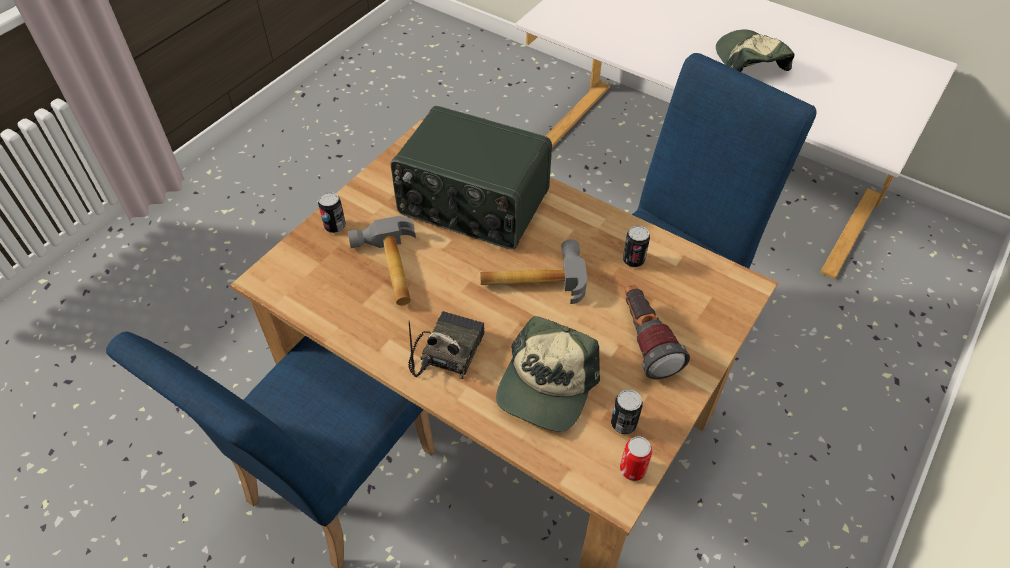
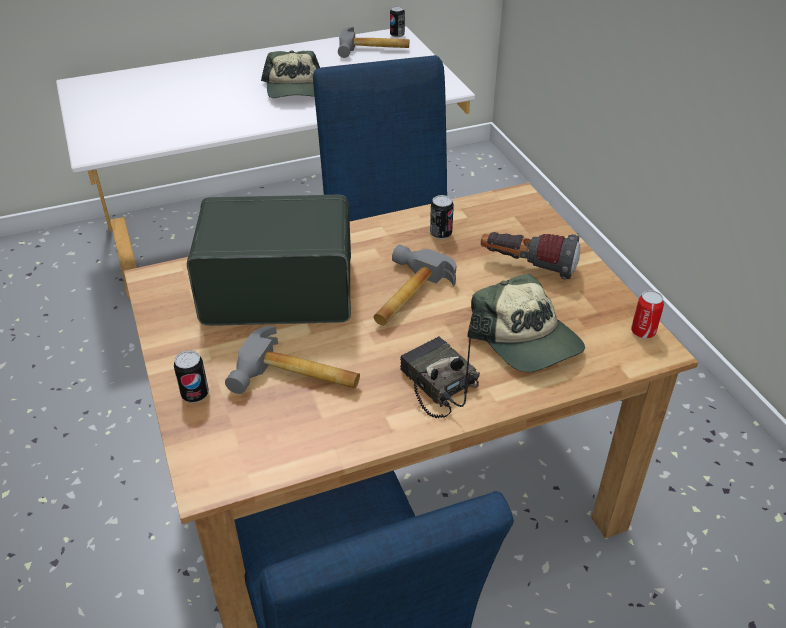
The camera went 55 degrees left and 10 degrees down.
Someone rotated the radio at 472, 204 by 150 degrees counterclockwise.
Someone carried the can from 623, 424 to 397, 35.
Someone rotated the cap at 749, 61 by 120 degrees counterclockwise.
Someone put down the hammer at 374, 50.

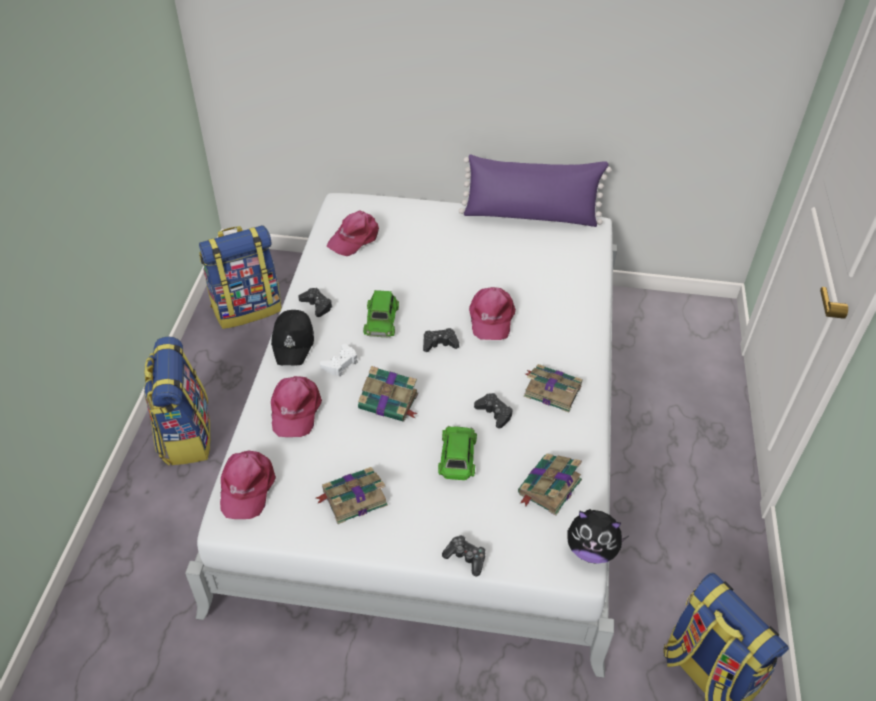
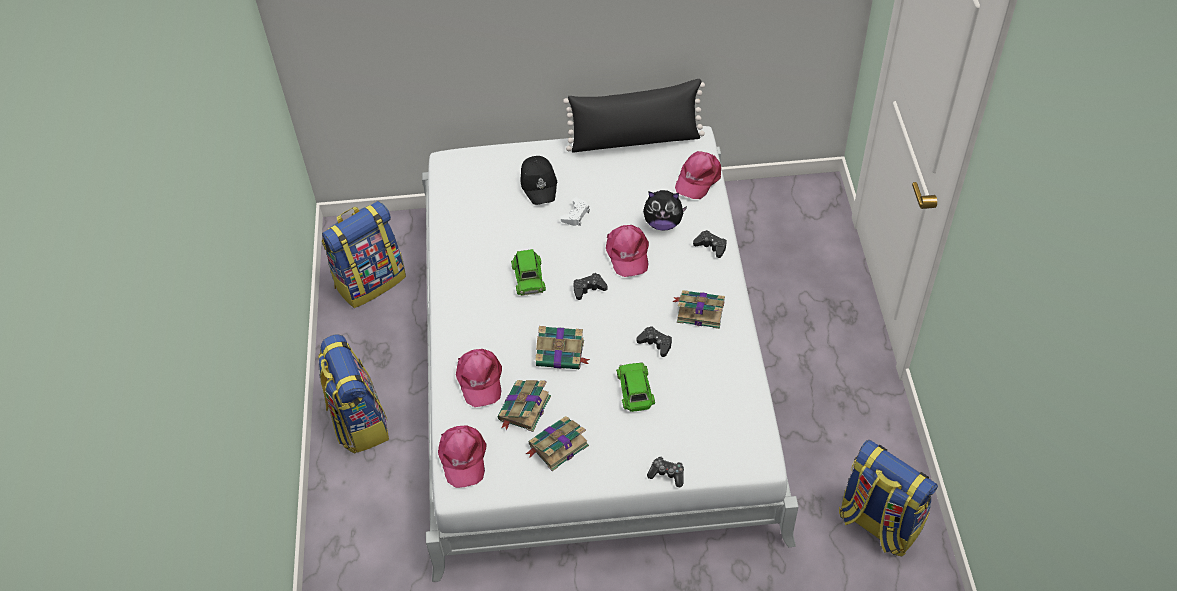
The camera went 10 degrees left and 5 degrees up.
Someone carried the black_cap from 294, 342 to 539, 184.
Someone carried the black_game_controller from 316, 305 to 711, 246.
Someone carried the white_game_controller from 340, 363 to 576, 215.
Someone carried the pink_cap from 355, 238 to 698, 178.
Someone repainted the purple_pillow at 531, 216, which became the black_pillow at 635, 140.
Someone carried the book from 548, 488 to 524, 409.
Someone carried the plush_toy from 591, 550 to 663, 223.

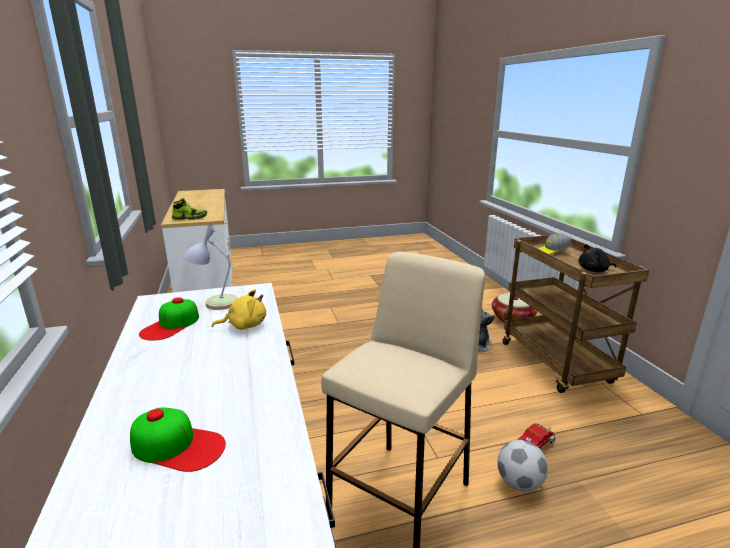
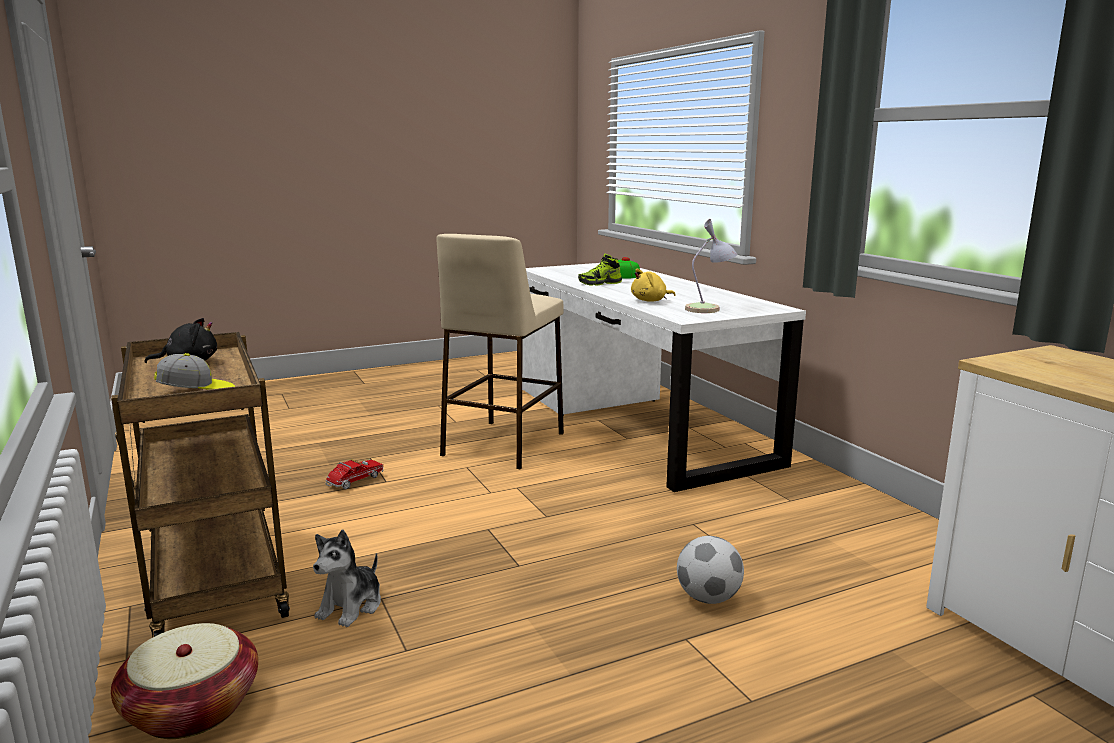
The camera went 170 degrees right and 5 degrees down.
Someone took away the cap at 171, 325.
Someone carried the shoe from 190, 218 to 600, 283.
Someone carried the football from 519, 483 to 708, 598.

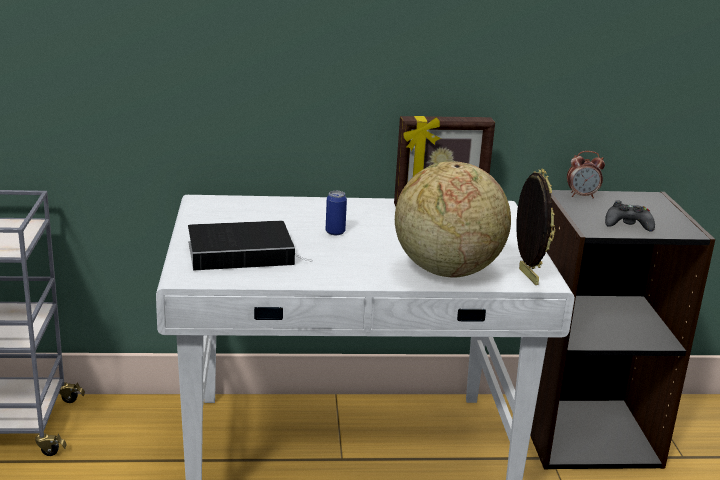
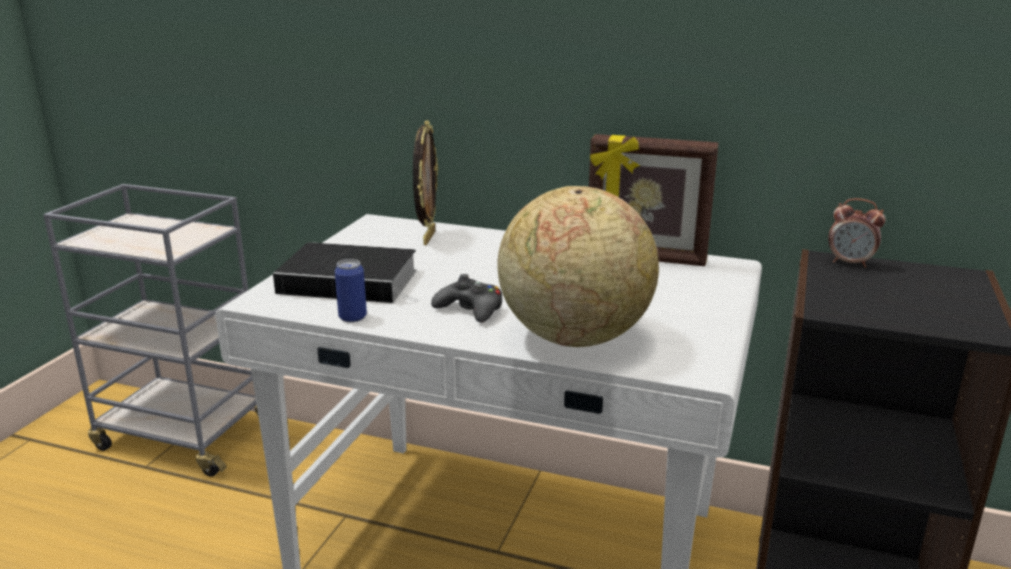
The camera went 25 degrees right and 0 degrees up.
Someone carried the can from 335, 232 to 352, 317.
Someone carried the picture_frame from 526, 276 to 427, 237.
Someone carried the black_game_controller from 628, 225 to 470, 310.

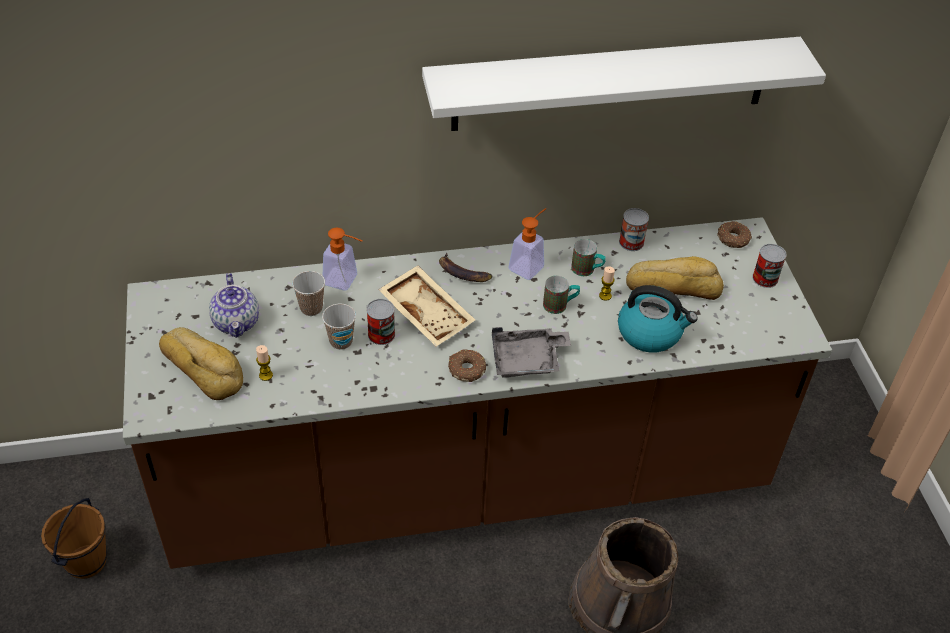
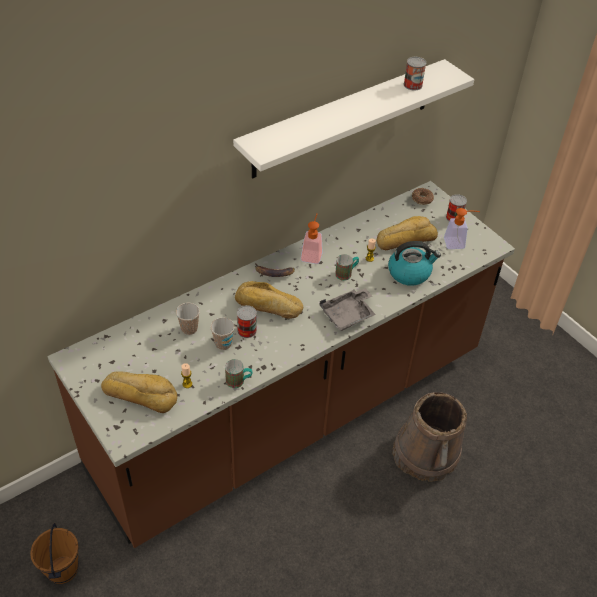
The camera went 25 degrees left and 0 degrees up.
Someone took away the teapot at 237, 322.
Someone carried the soap_dispenser from 346, 281 to 458, 243.
Someone swapped the beige_tray at 428, 313 for the bread at 268, 306.
Someone took away the donut at 466, 369.
Someone carried the mug from 587, 270 to 239, 381.
Someone carried the can from 631, 242 to 413, 85.

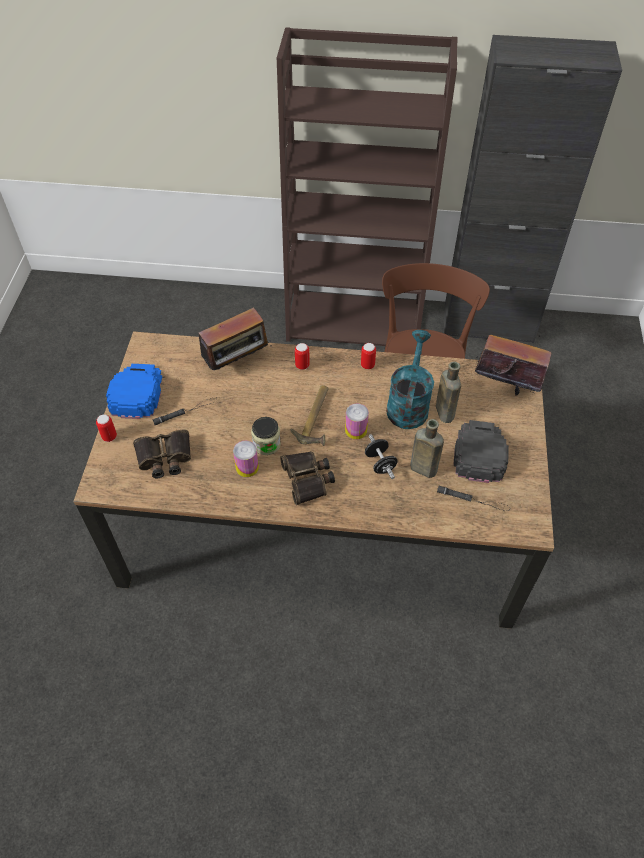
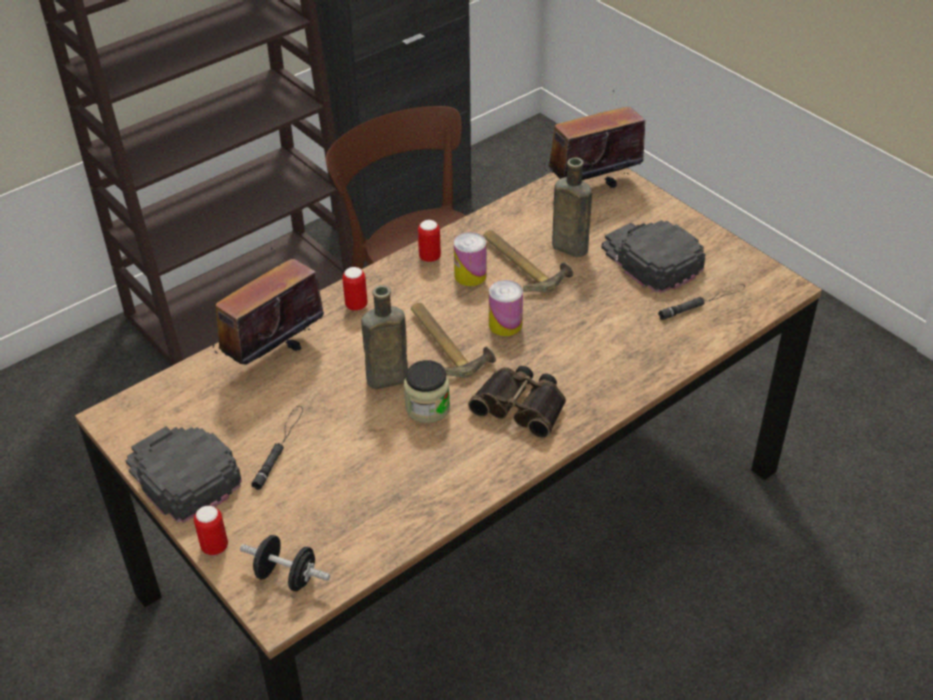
The camera went 45 degrees left and 10 degrees down.
Someone repainted the blue_cap at 136, 392, which became the black_cap at 181, 474.
Someone took away the binoculars at 164, 458.
Someone rotated the radio at 237, 363 by 150 degrees counterclockwise.
Someone carried the can from 247, 467 to 470, 275.
Someone carried the black_dumbbell from 380, 463 to 286, 576.
Someone swapped the turquoise_watering_can at 408, 403 for the hammer at 523, 264.
Someone carried the brown_bottle from 421, 468 to 384, 379.

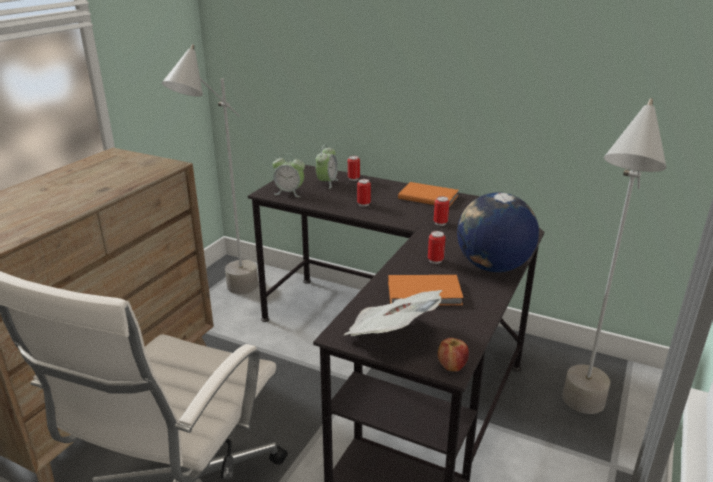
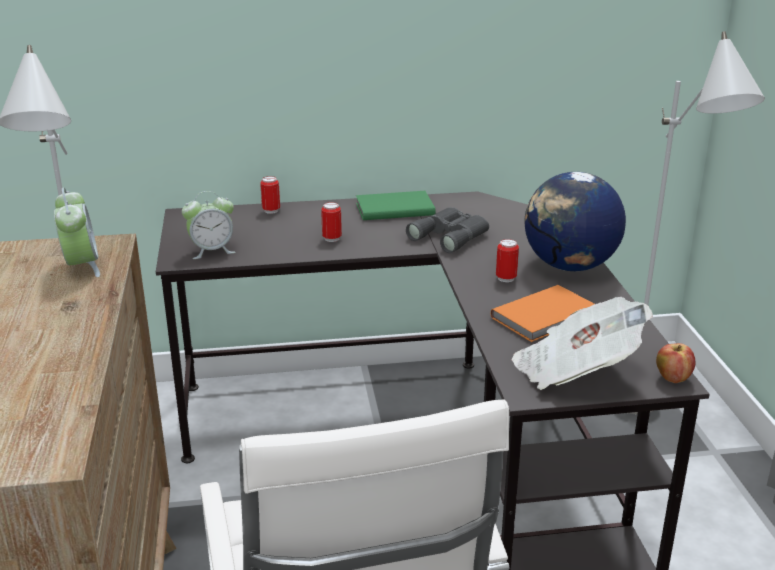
The camera went 35 degrees left and 0 degrees up.
Someone carried the alarm_clock from 327, 183 to 81, 267.
Someone repainted the orange_book at 428, 196, which became the green_book at 393, 208.
Someone swapped the can at 440, 223 for the grey_binoculars at 451, 235.

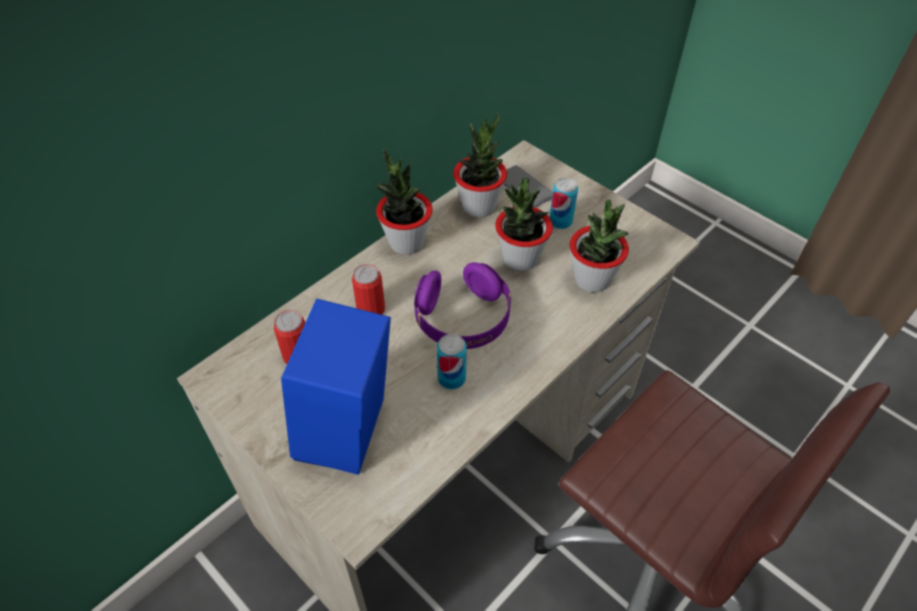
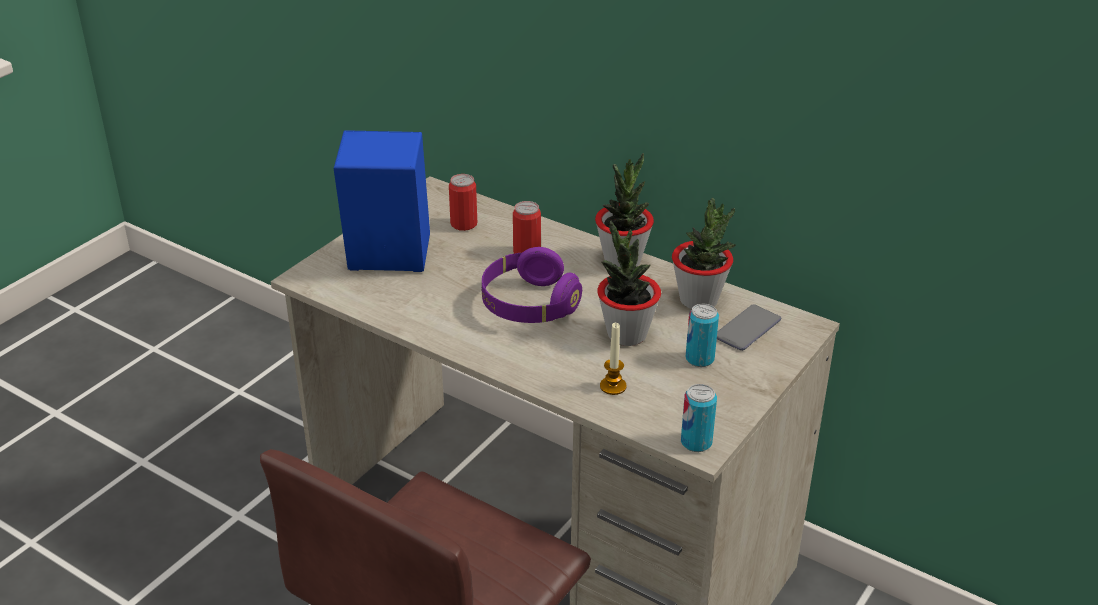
The camera went 80 degrees right and 15 degrees down.
Someone carried the can from 451, 378 to 696, 442.
Someone swapped the potted_plant at 592, 280 for the candle at 613, 386.

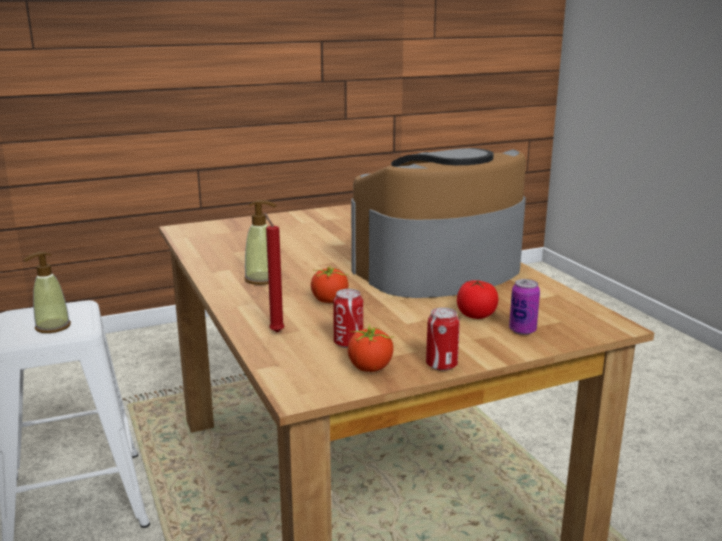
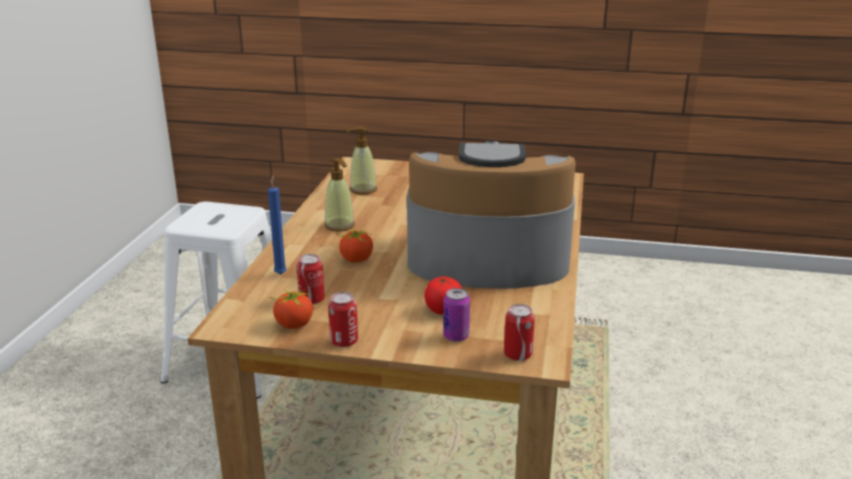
The camera went 35 degrees right and 5 degrees up.
Someone carried the soap_dispenser from 52, 327 to 363, 190.
Someone repainted the red_candle at 275, 331, which became the blue_candle at 281, 273.
Someone put down the can at 517, 355.

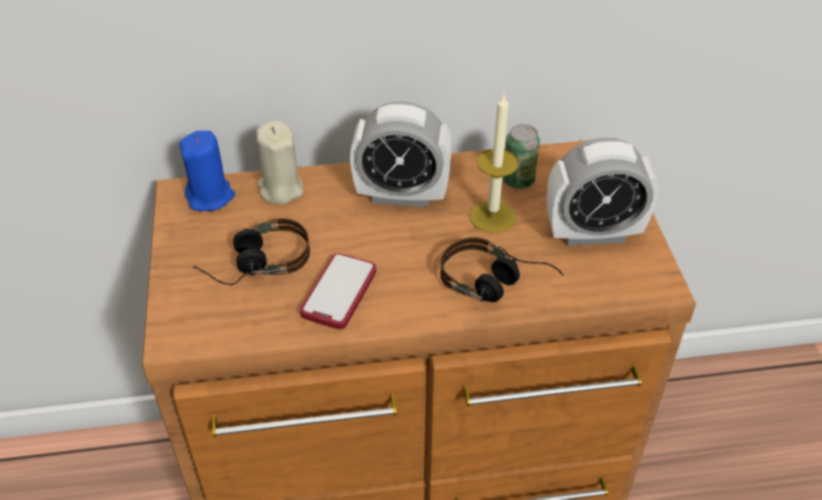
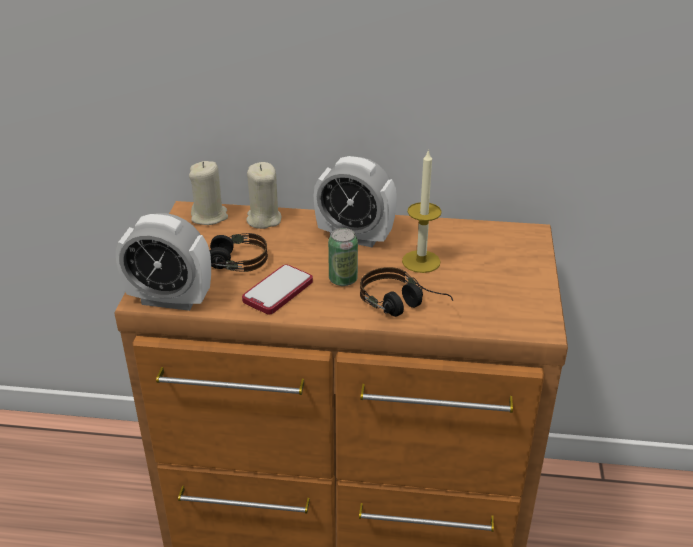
The camera went 15 degrees right and 10 degrees down.
Someone repainted the blue_candle at 210, 197, which became the beige_candle at 209, 216.
Someone carried the can from 518, 181 to 343, 279.
Someone carried the alarm_clock from 593, 233 to 170, 300.

